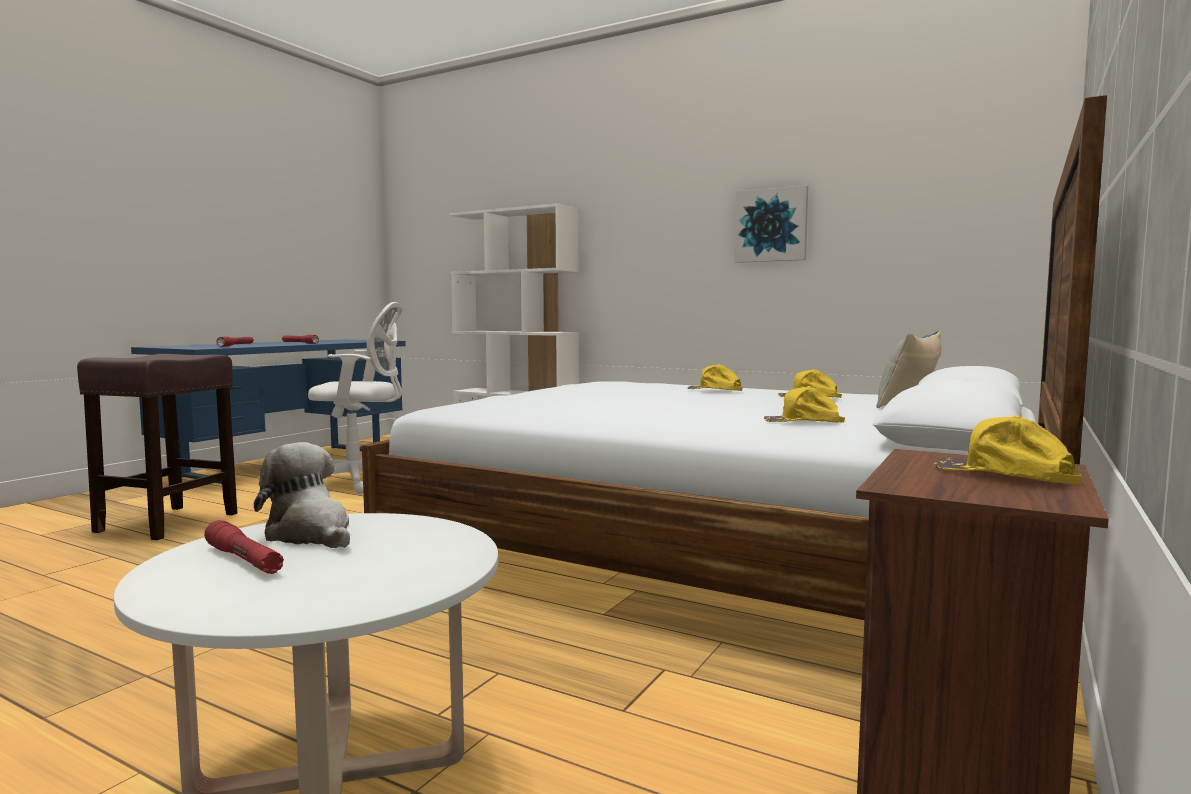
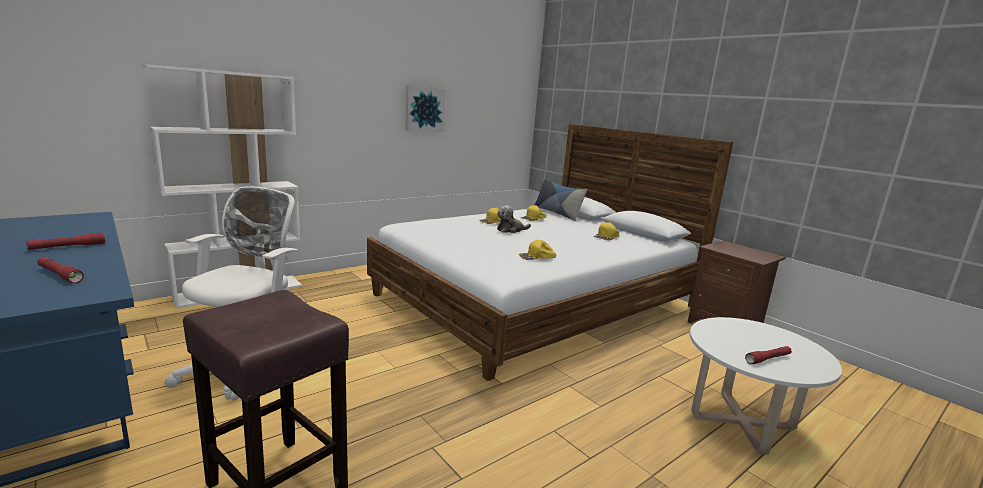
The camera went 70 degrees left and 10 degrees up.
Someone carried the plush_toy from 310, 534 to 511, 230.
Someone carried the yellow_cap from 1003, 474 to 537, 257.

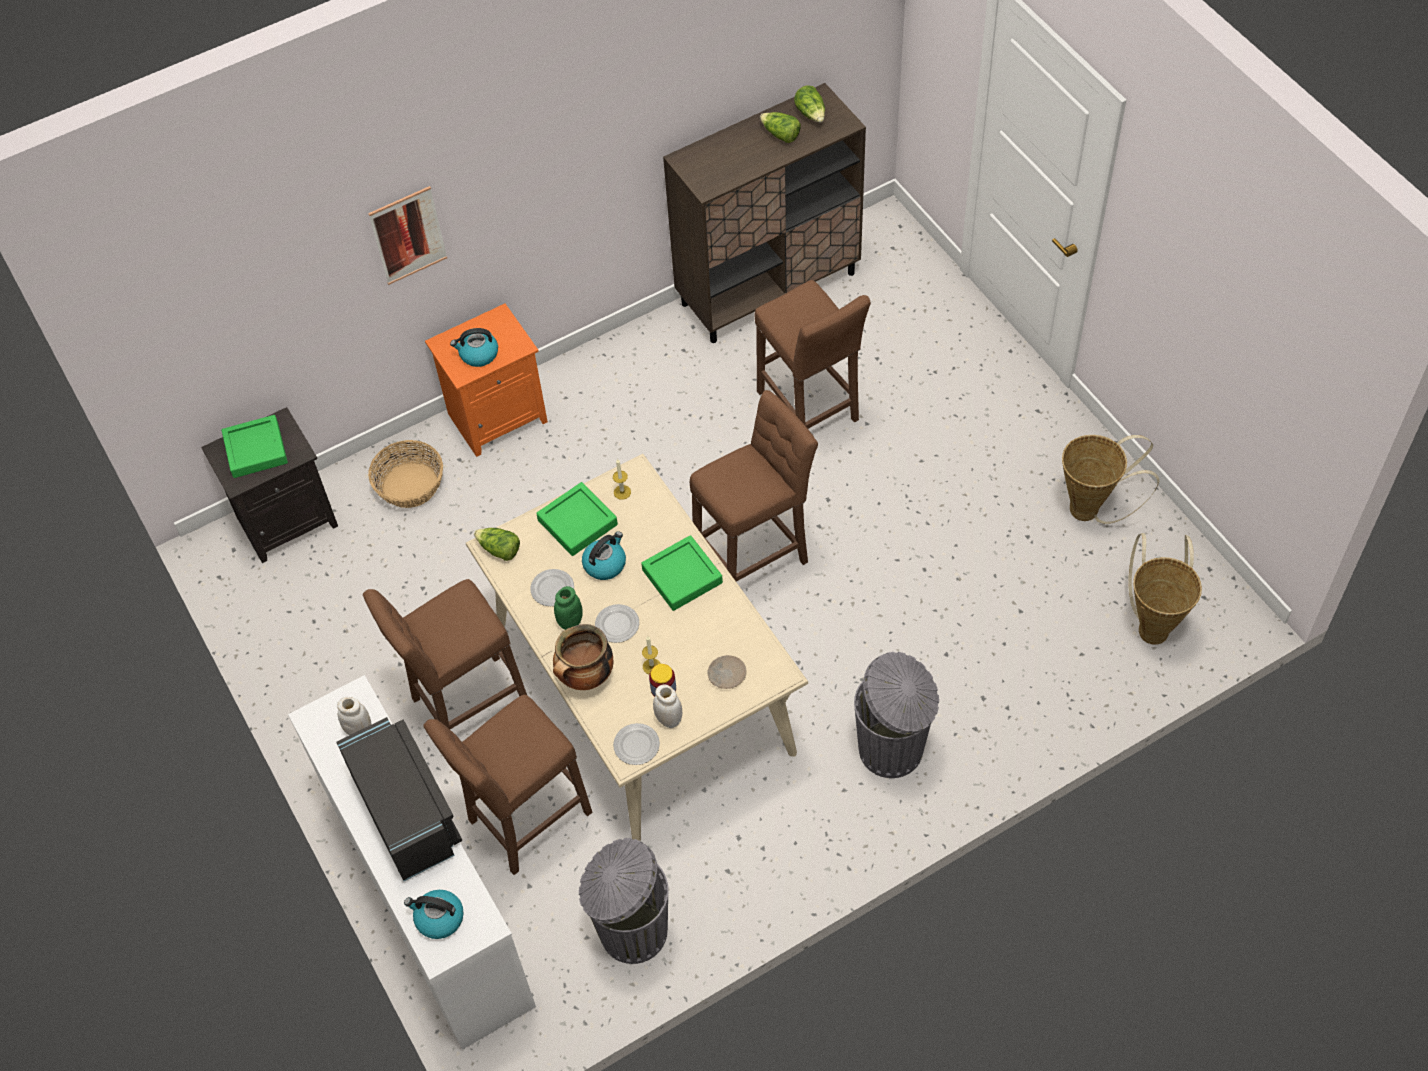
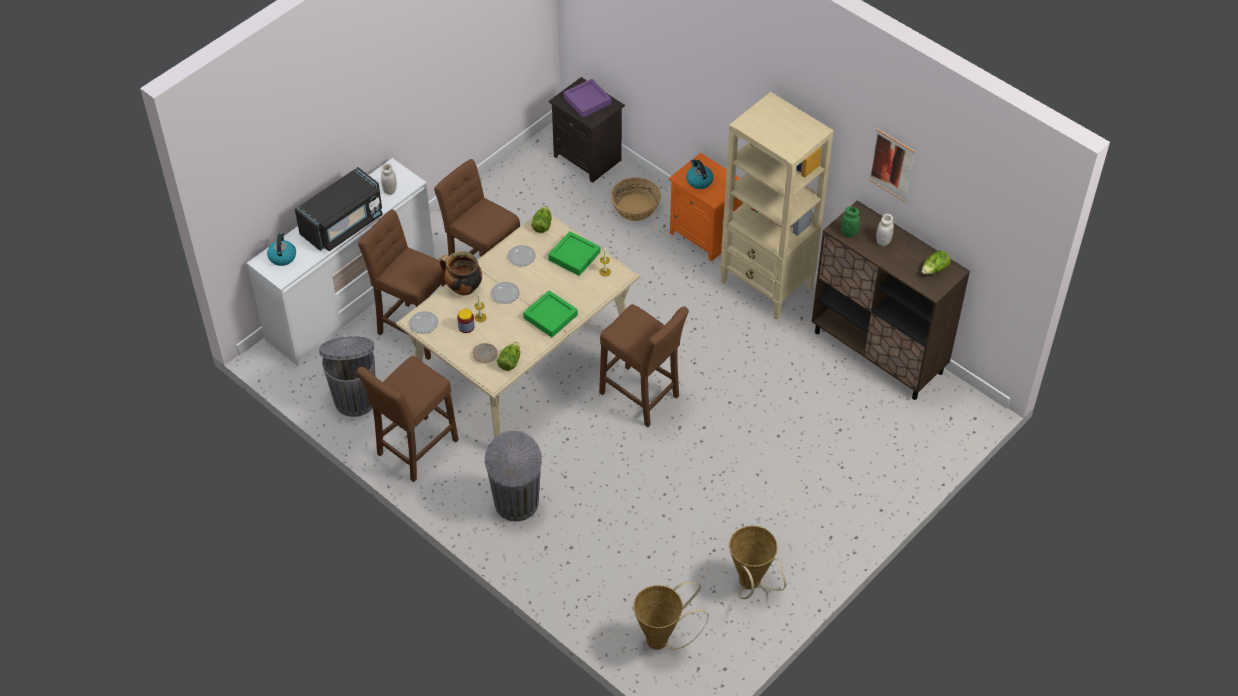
The camera went 70 degrees right and 5 degrees down.
Someone repainted the green_tray at 256, 450, which became the purple_tray at 587, 101.
Someone carried the picture from 408, 235 to 891, 165.
Someone carried the green_jar from 570, 621 to 849, 233.
Someone took away the kettle at 605, 564.
Someone carried the white_jar from 669, 719 to 883, 241.
Someone carried the brown_stool from 809, 411 to 415, 450.
Someone carried the lettuce from 780, 134 to 509, 361.
Someone put down the beige_bookcase at 767, 286.

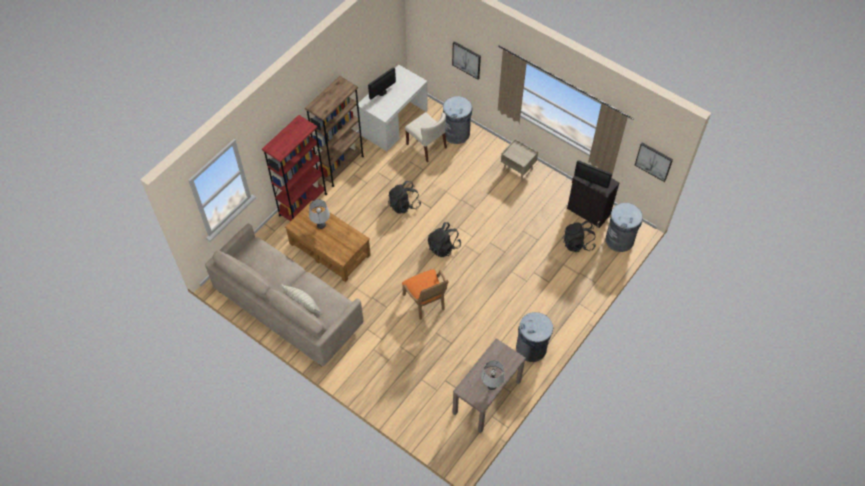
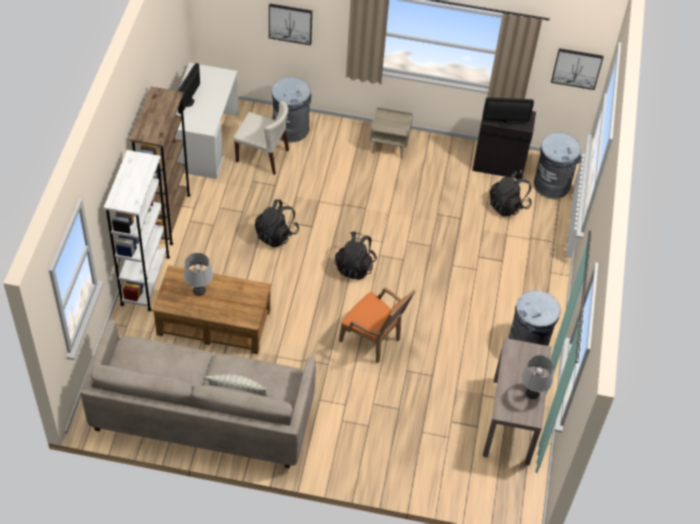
The camera went 30 degrees left and 5 degrees down.
Someone repainted the red_bookcase at 303, 204, which became the white_bookcase at 145, 280.

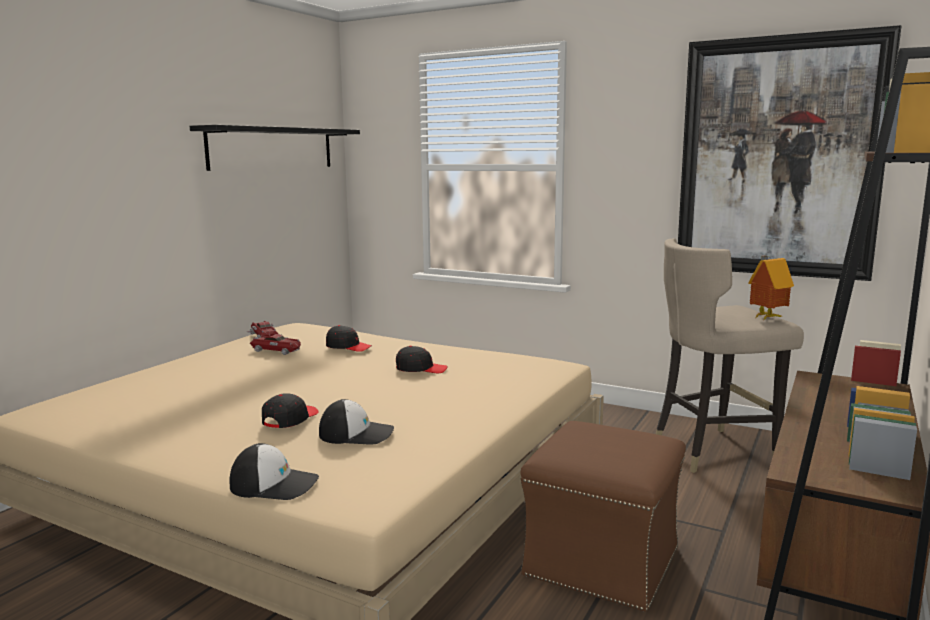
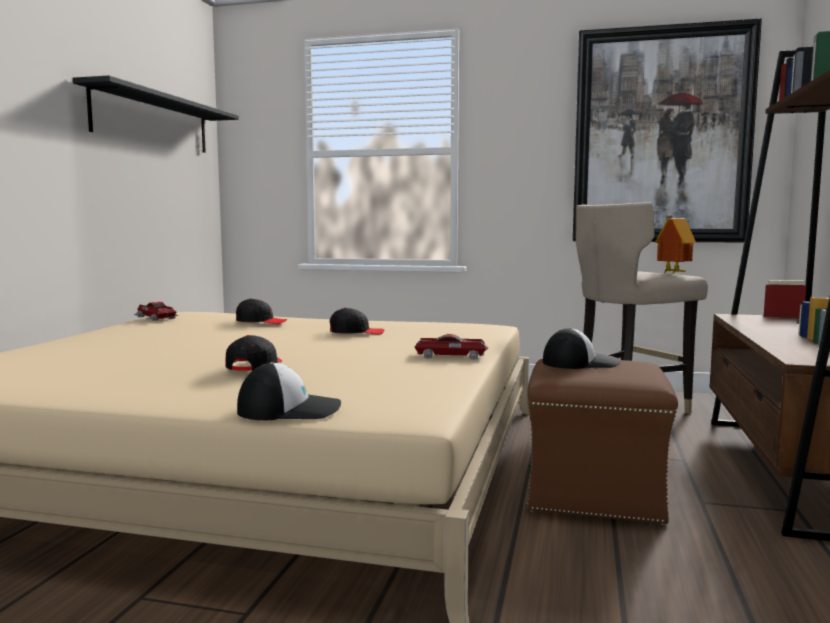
The camera went 15 degrees left and 5 degrees down.
Someone carried the toy_car from 277, 350 to 451, 356.
Someone carried the cap from 357, 433 to 580, 363.

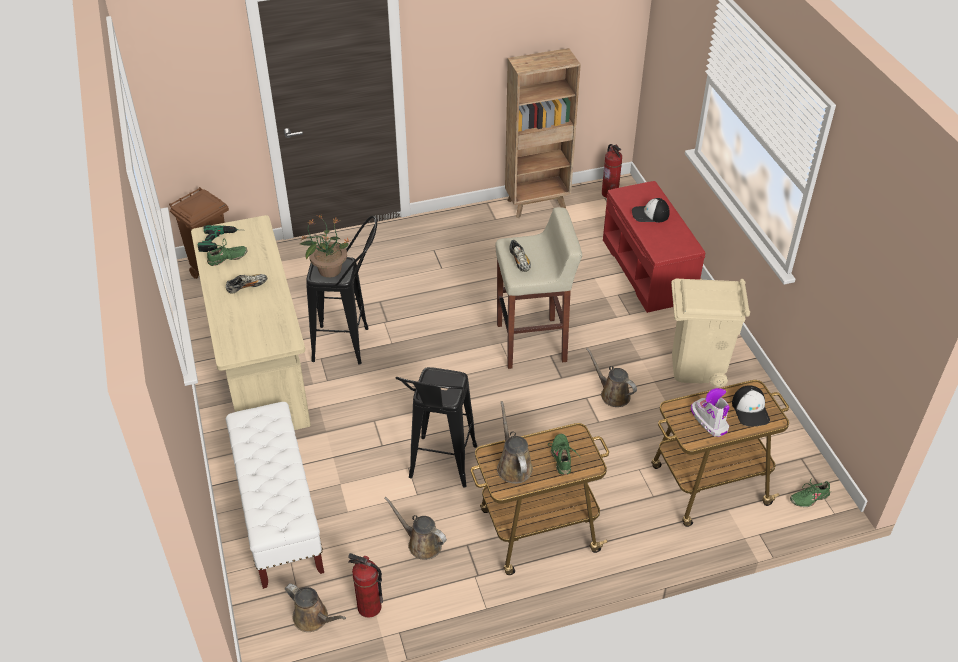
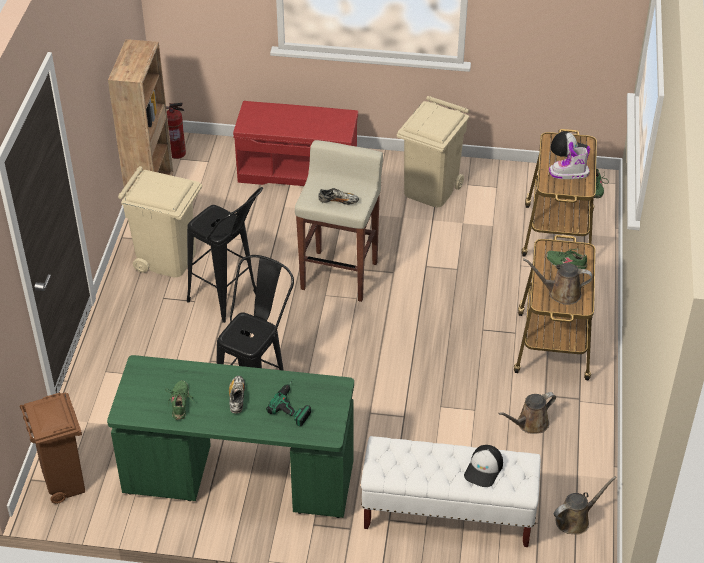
The camera went 65 degrees left and 0 degrees up.
Someone repainted the beige_desk at 259, 364, which became the green_desk at 239, 479.
Someone carried the power_drill from 222, 241 to 294, 403.
Someone took away the potted_plant at 329, 270.
Someone took away the fire_extinguisher at 369, 607.
Someone carried the black_stool from 440, 471 to 230, 302.
Someone took away the brown_watering_can at 612, 394.
Someone carried the cap from 650, 214 to 484, 469.
Someone put down the beige_trash_can at 168, 258.

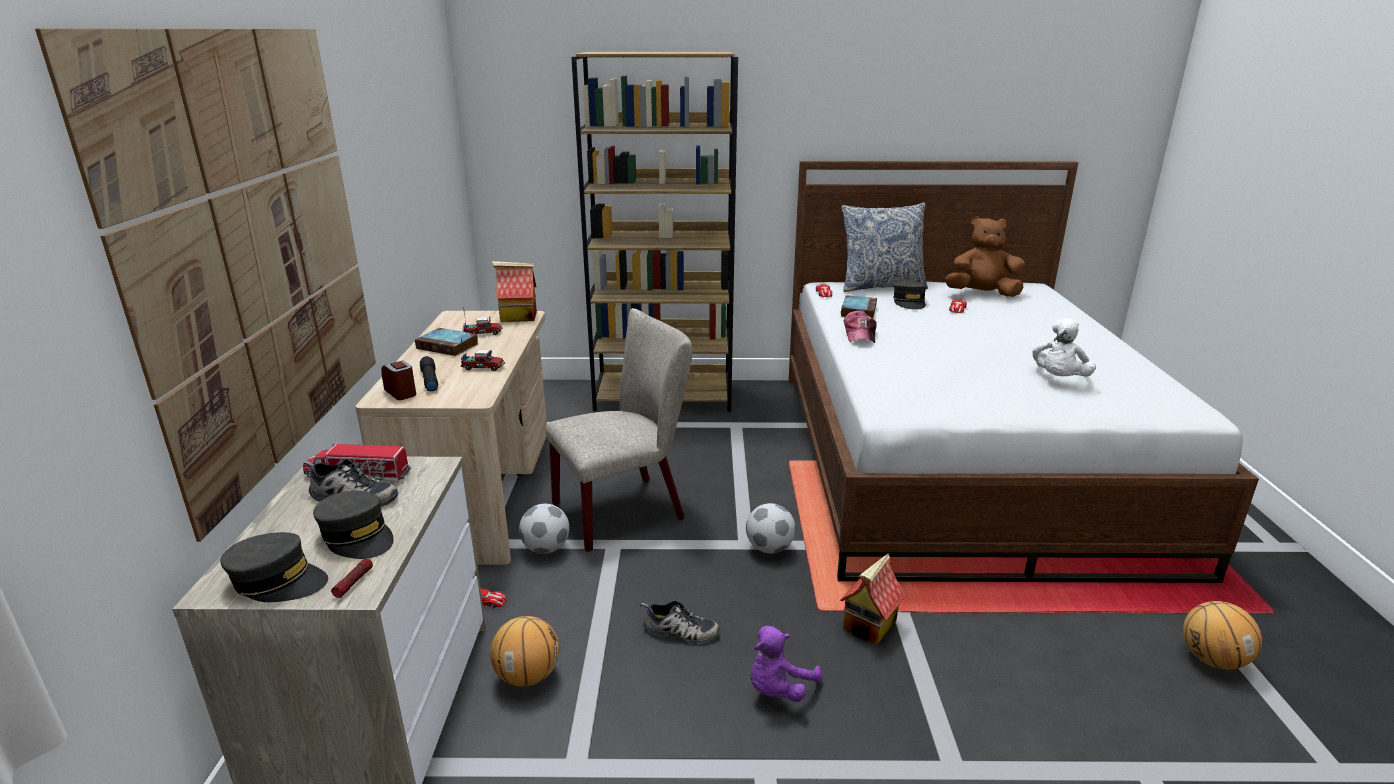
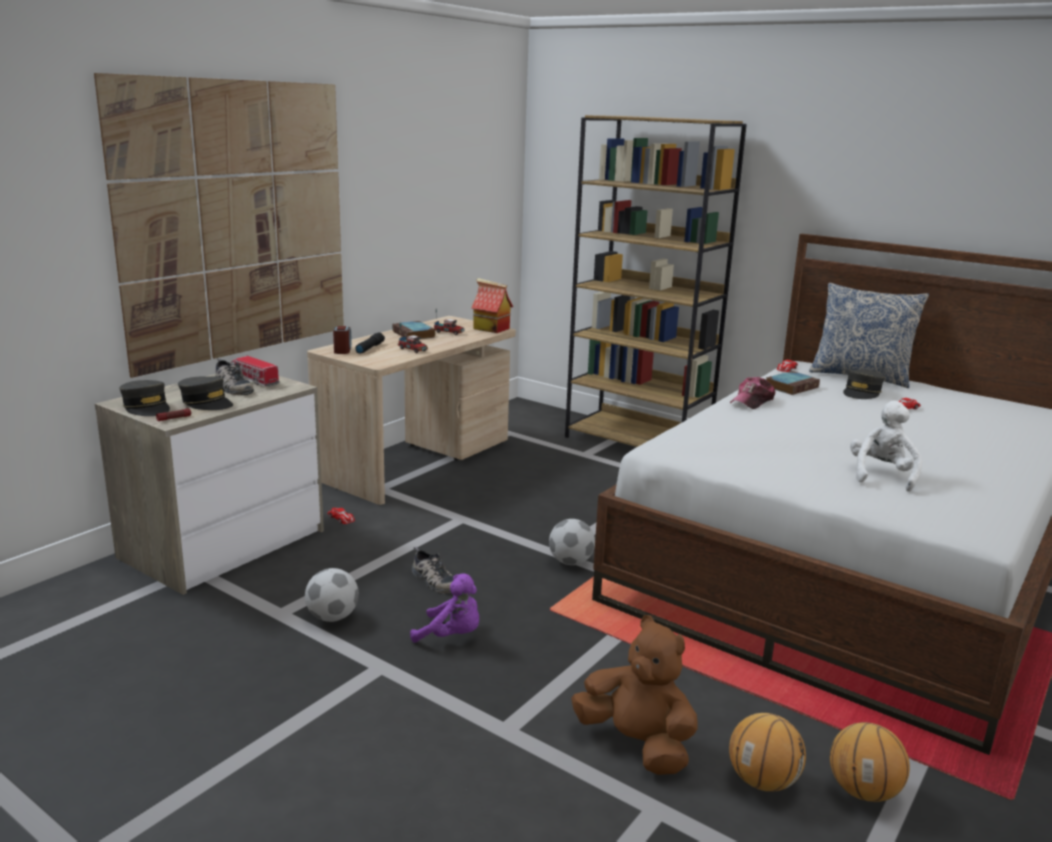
The camera went 35 degrees right and 5 degrees down.
Someone rotated the grey_cap at 357, 536 by 45 degrees counterclockwise.
Someone carried the basketball from 528, 676 to 762, 781.
Someone carried the football from 546, 548 to 332, 617.
Someone took away the beige_chair at 626, 509.
Someone rotated the purple_plush_toy at 778, 689 by 150 degrees counterclockwise.
Someone took away the toy_house at 870, 625.
Someone carried the brown_plush_toy from 981, 294 to 636, 744.
Someone rotated the white_plush_toy at 1058, 379 by 135 degrees clockwise.

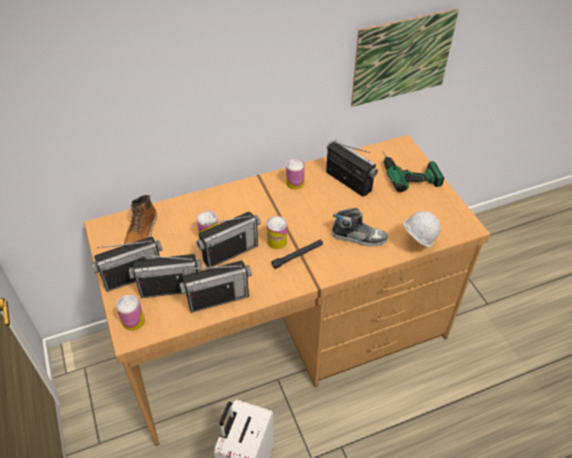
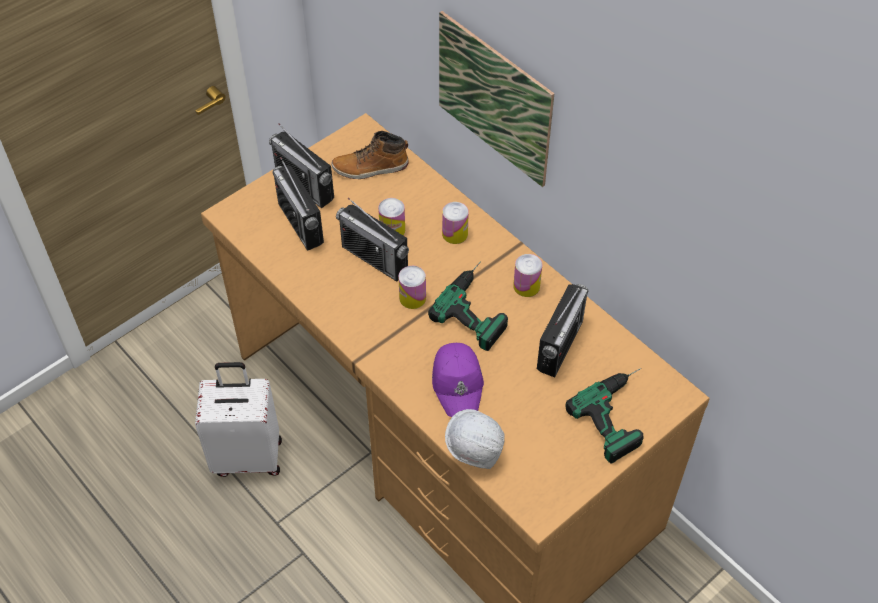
The camera went 70 degrees right and 5 degrees up.
Someone carried the can from 133, 321 to 455, 234.
Someone took away the radio at 218, 299.
Someone took away the black_flashlight at 298, 256.
Someone swapped the shoe at 359, 237 for the purple_cap at 458, 383.
Someone carried the picture from 402, 58 to 494, 99.
Someone put down the power_drill at 479, 306.

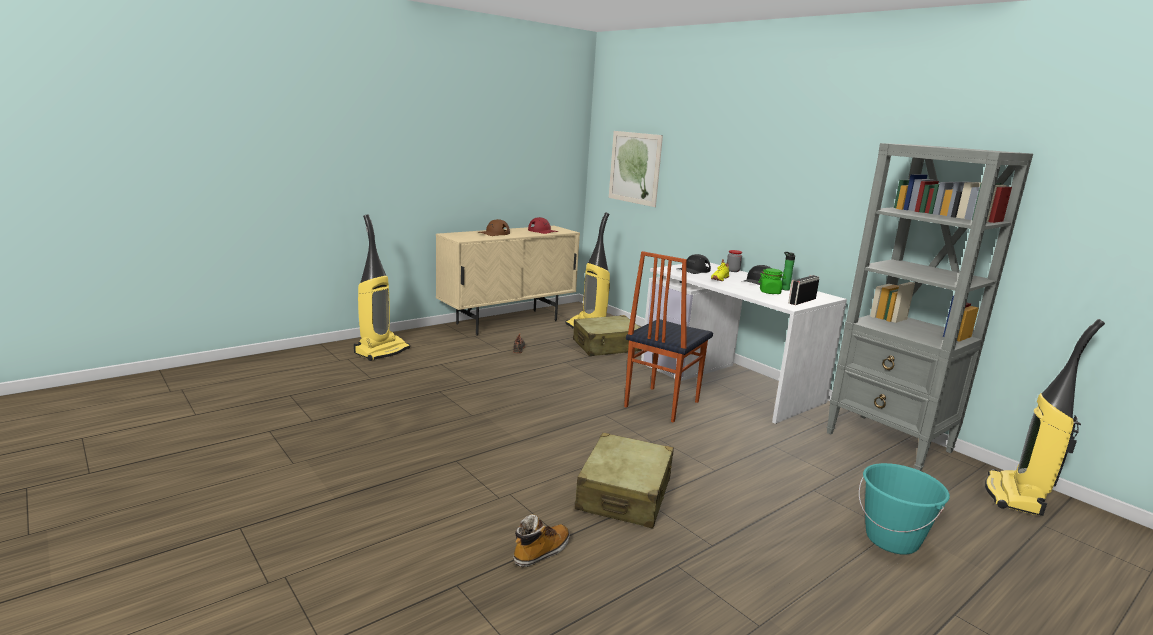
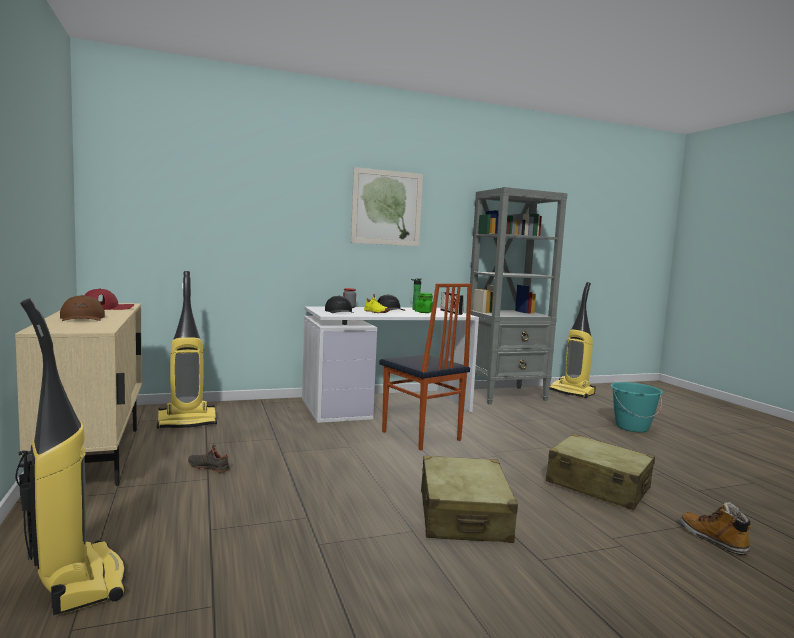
The camera went 70 degrees left and 10 degrees down.
Someone carried the beige_suitcase from 607, 346 to 463, 515.
Someone carried the picture from 634, 168 to 387, 208.

